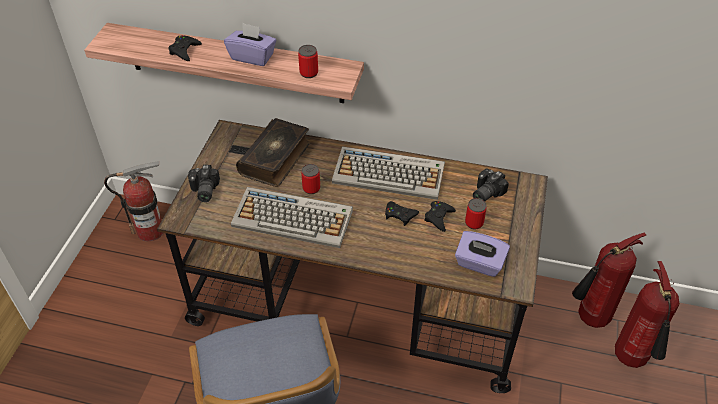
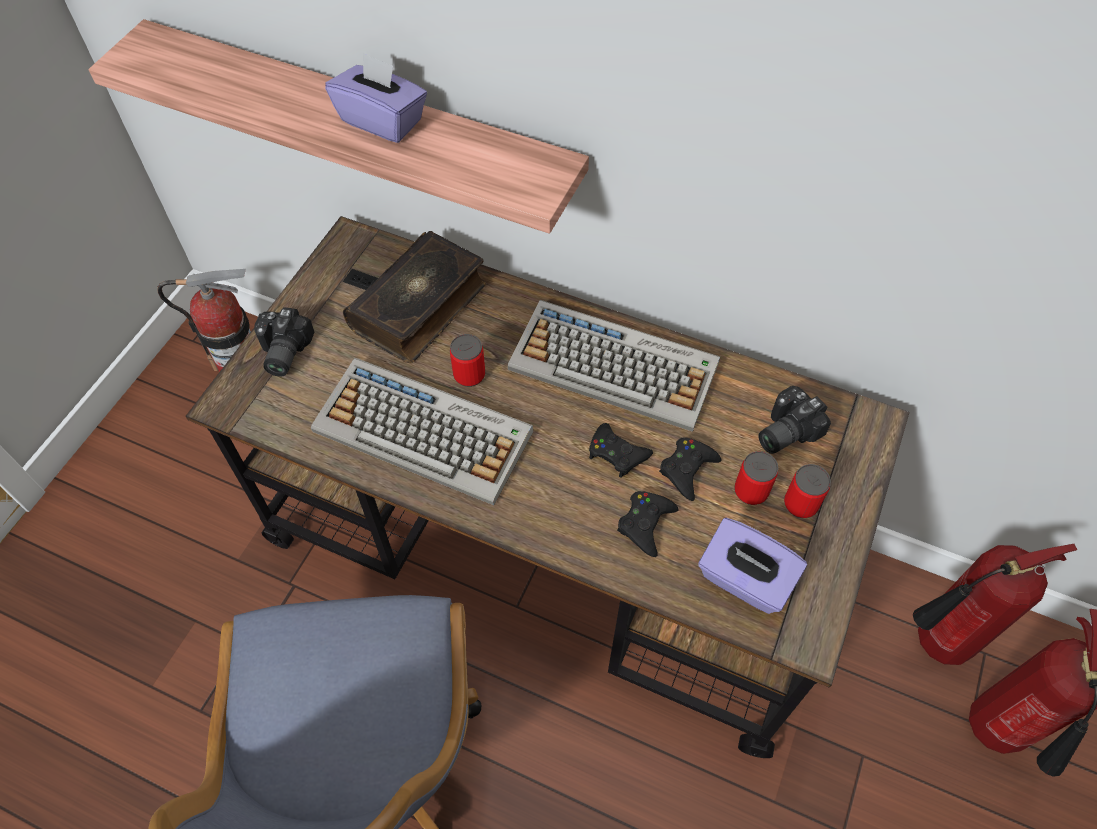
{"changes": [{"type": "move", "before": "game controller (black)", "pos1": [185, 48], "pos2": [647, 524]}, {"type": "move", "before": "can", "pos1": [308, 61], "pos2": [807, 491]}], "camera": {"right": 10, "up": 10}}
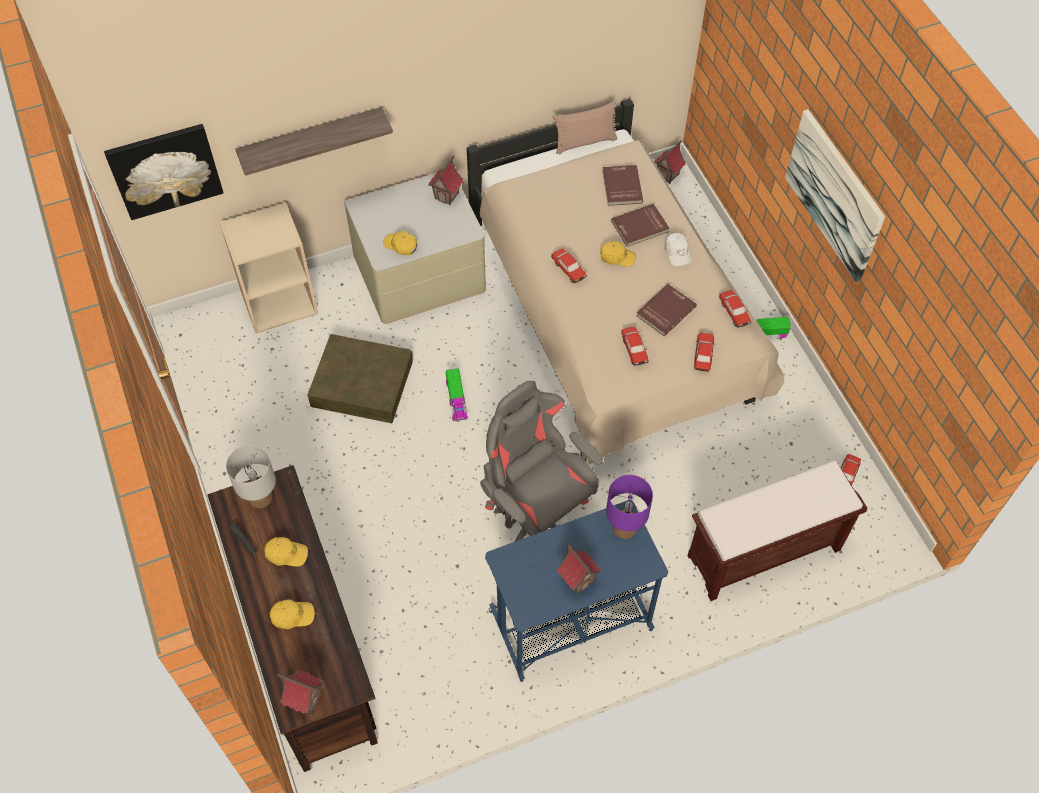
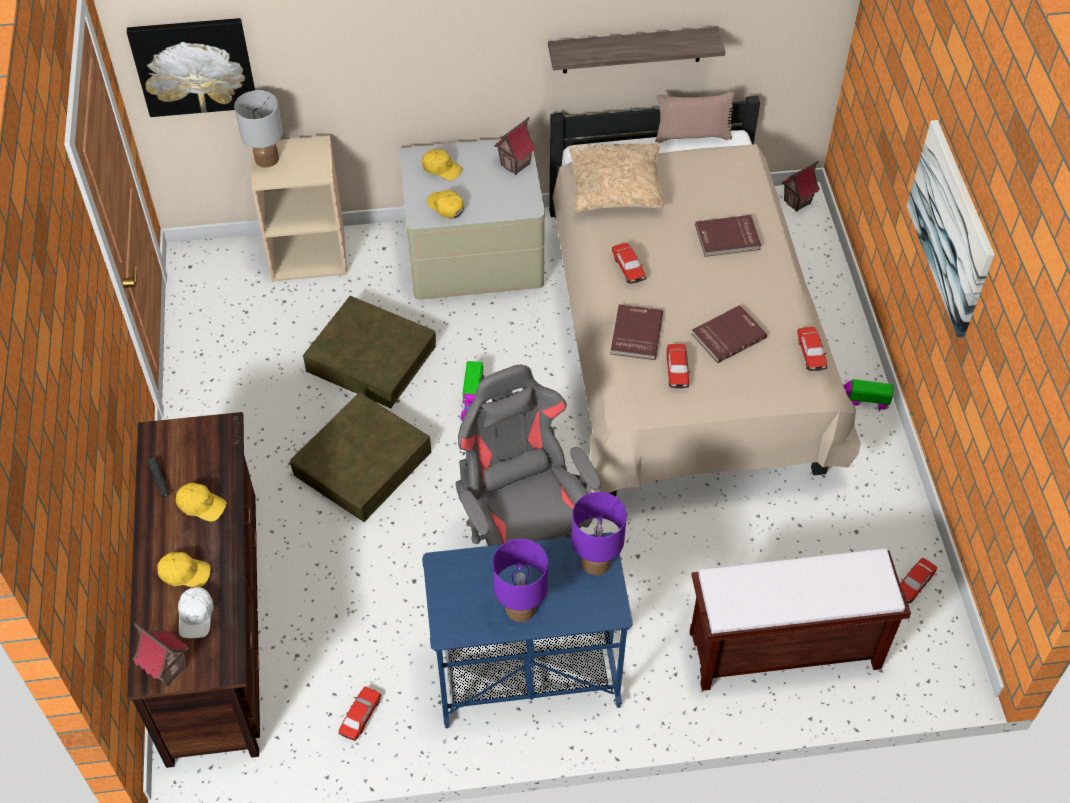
{"changes": [{"type": "insert", "after": "storage box (brown)", "pos2": [360, 457]}, {"type": "insert", "after": "pillow (beige)", "pos2": [617, 177]}, {"type": "move", "before": "table lamp (grey)", "pos1": [251, 476], "pos2": [258, 128]}, {"type": "move", "before": "shelf", "pos1": [314, 141], "pos2": [637, 50]}, {"type": "move", "before": "cap (yellow)", "pos1": [618, 254], "pos2": [442, 165]}, {"type": "move", "before": "book (red)", "pos1": [622, 185], "pos2": [636, 332]}, {"type": "move", "before": "cap (white)", "pos1": [678, 249], "pos2": [196, 612]}, {"type": "move", "before": "toy car", "pos1": [704, 352], "pos2": [359, 713]}, {"type": "replace", "before": "toy house", "after": "table lamp (purple)", "pos1": [578, 568], "pos2": [520, 580]}], "camera": {"right": 15, "up": -5}}
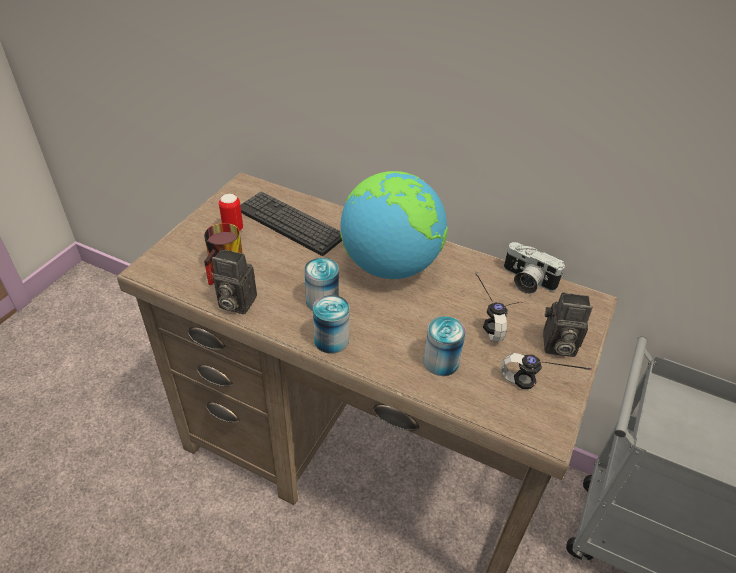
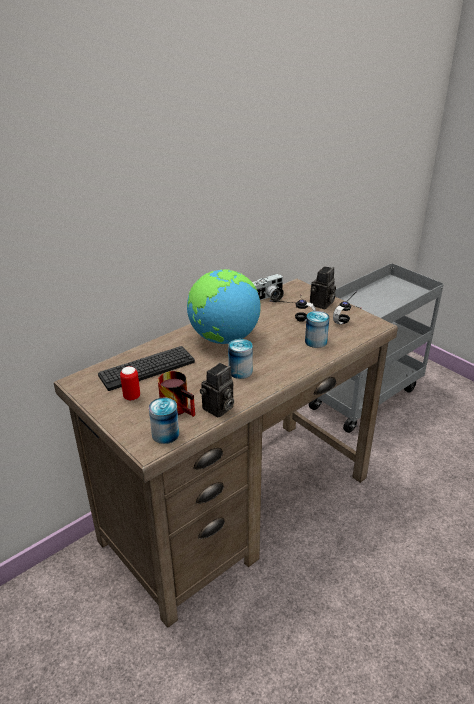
{"changes": [{"type": "move", "before": "can", "pos1": [331, 324], "pos2": [164, 421]}], "camera": {"right": -65, "up": -10}}
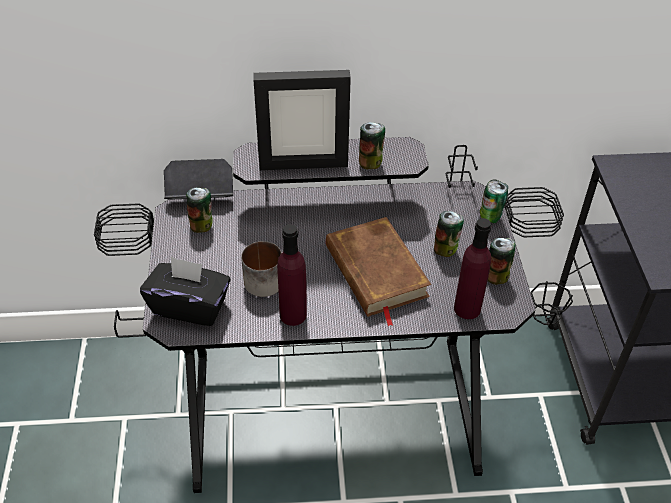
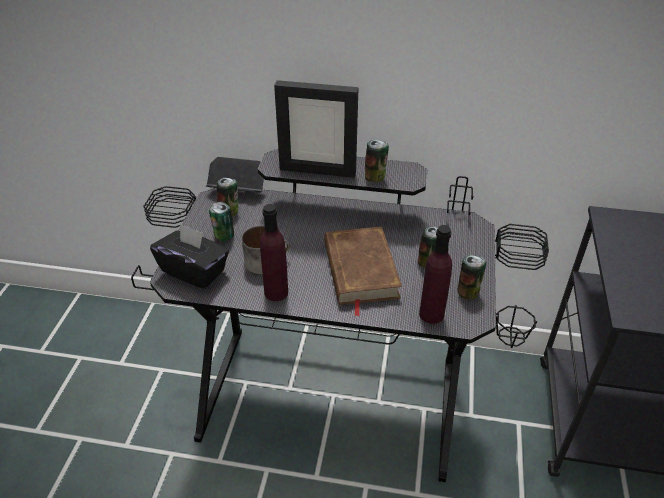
{"changes": [{"type": "move", "before": "can", "pos1": [494, 201], "pos2": [221, 221]}], "camera": {"right": 15, "up": -5}}
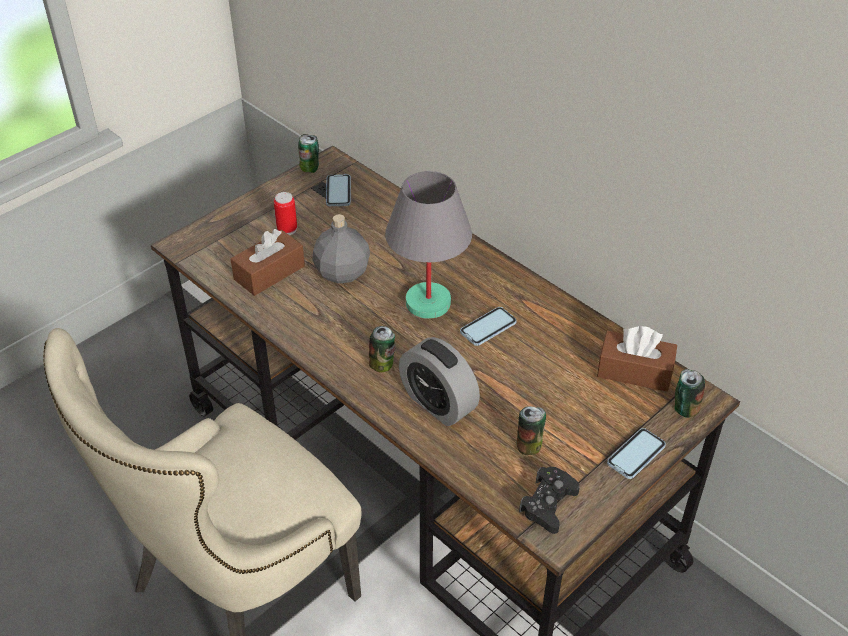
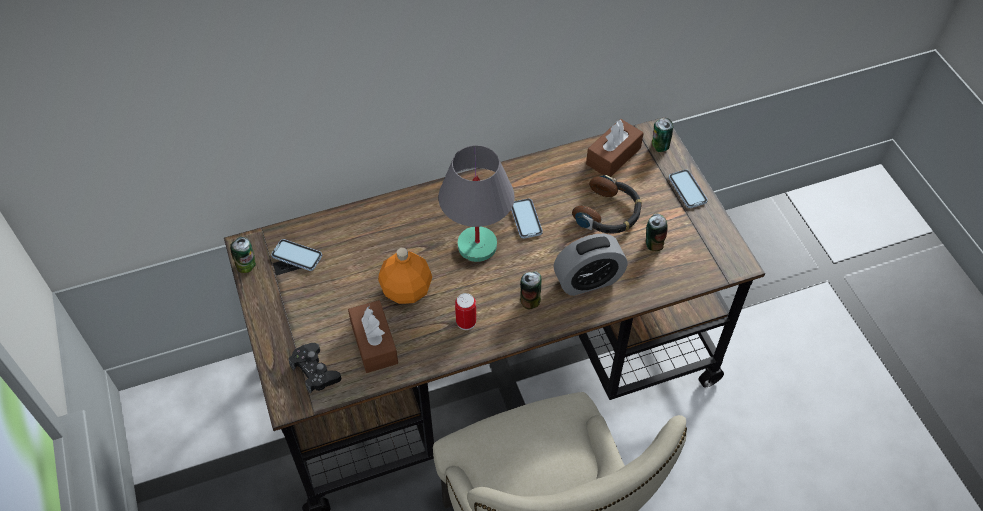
{"changes": [{"type": "insert", "after": "headphones", "pos2": [607, 204]}, {"type": "move", "before": "can", "pos1": [285, 213], "pos2": [465, 311]}, {"type": "move", "before": "game controller (black)", "pos1": [549, 500], "pos2": [314, 368]}, {"type": "recolor", "before": "bottle (grey)", "after": "bottle (orange)", "pos1": [341, 249], "pos2": [405, 276]}], "camera": {"right": -65, "up": 10}}
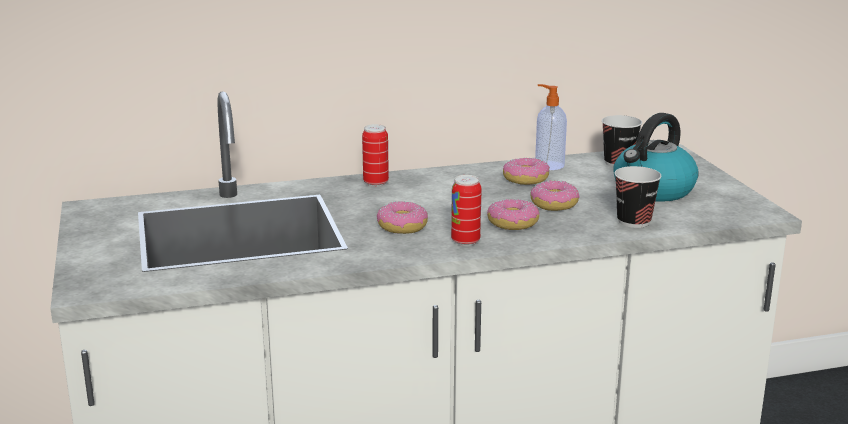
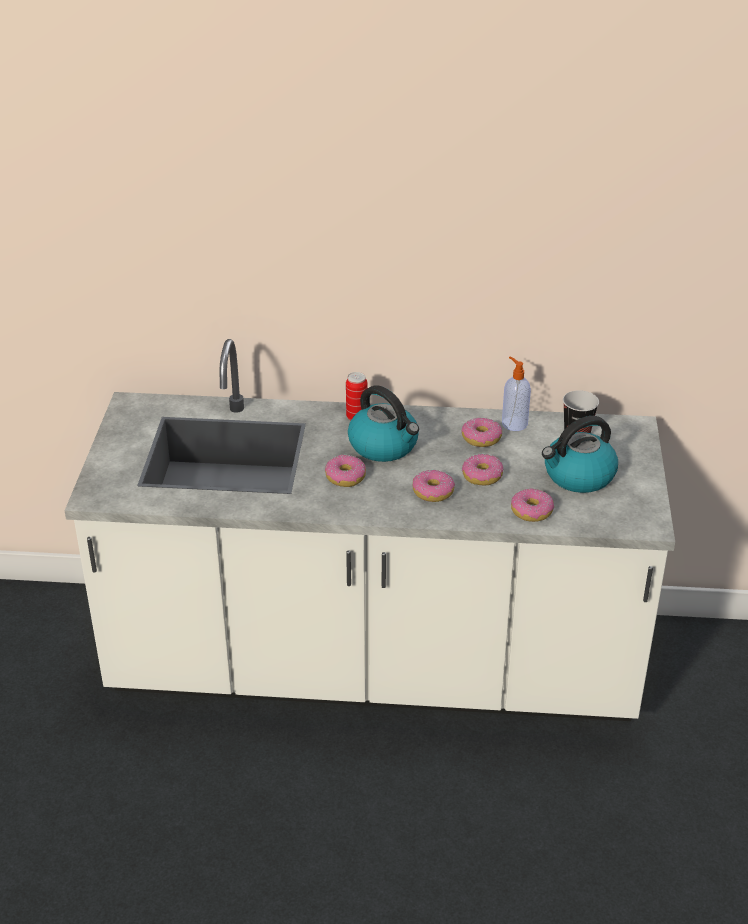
{"changes": [{"type": "delete", "before": "can", "pos1": [466, 210]}, {"type": "insert", "after": "kettle", "pos2": [383, 423]}, {"type": "replace", "before": "cup", "after": "donut", "pos1": [637, 197], "pos2": [532, 505]}], "camera": {"right": 20, "up": 15}}
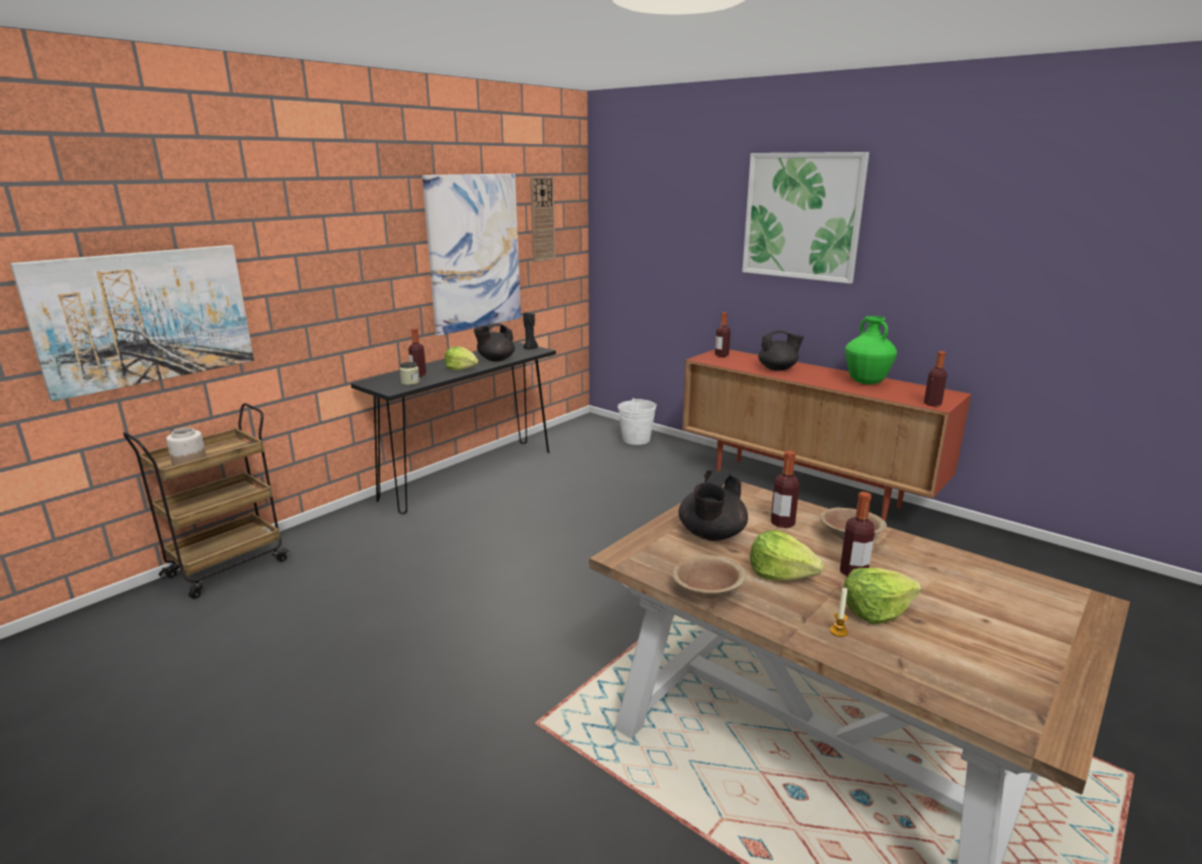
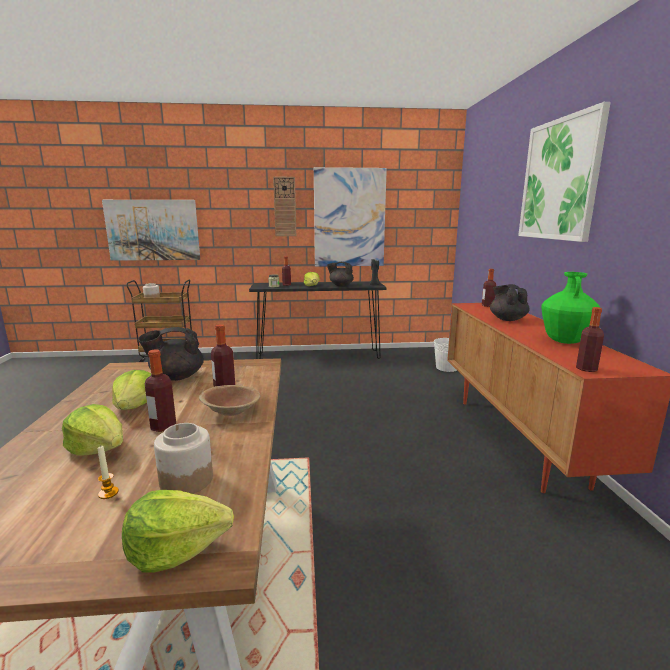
{"changes": [{"type": "delete", "before": "bowl (brown)", "pos1": [709, 577]}, {"type": "insert", "after": "lettuce", "pos2": [178, 531]}, {"type": "insert", "after": "jar", "pos2": [183, 458]}, {"type": "move", "before": "wall clock", "pos1": [542, 219], "pos2": [284, 206]}, {"type": "move", "before": "candle", "pos1": [839, 612], "pos2": [108, 472]}, {"type": "rotate", "before": "teapot (black)", "pos1": [781, 350], "pos2": [510, 302], "turn": -150}], "camera": {"right": 45, "up": -5}}
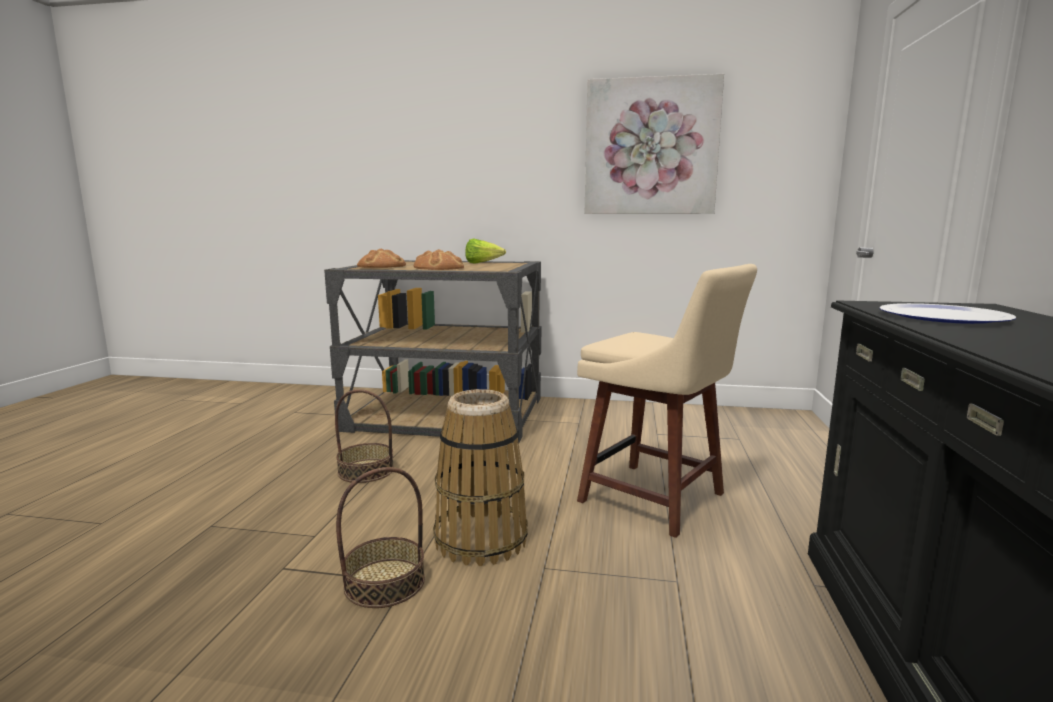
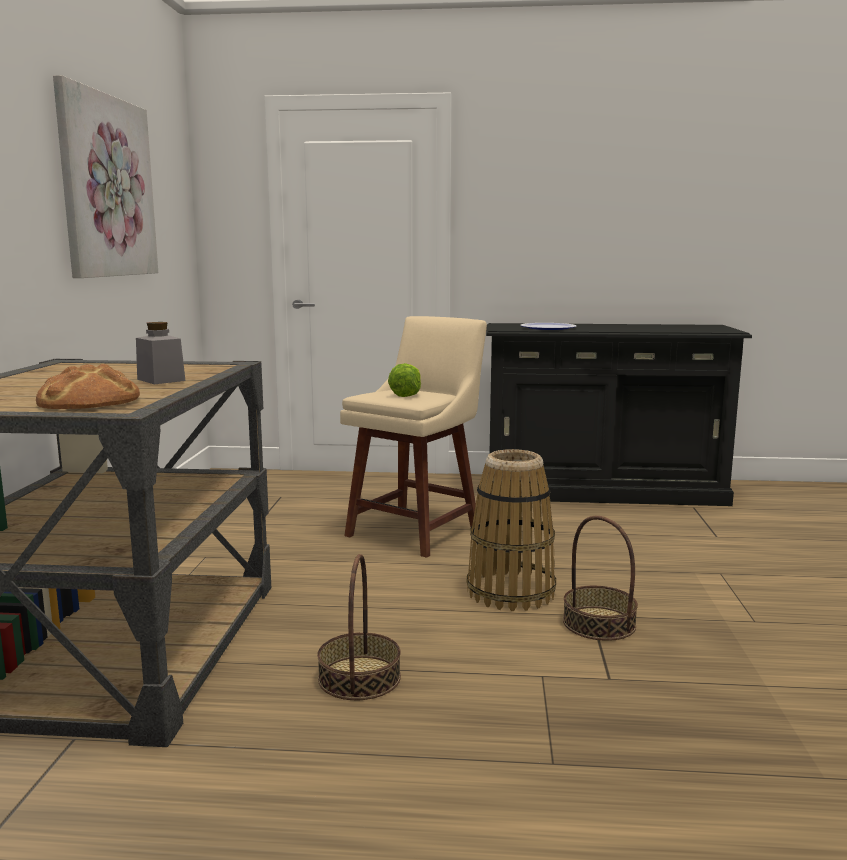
{"changes": [{"type": "move", "before": "lettuce", "pos1": [485, 251], "pos2": [404, 380]}, {"type": "replace", "before": "bread", "after": "jar (grey)", "pos1": [439, 259], "pos2": [161, 353]}], "camera": {"right": -95, "up": 0}}
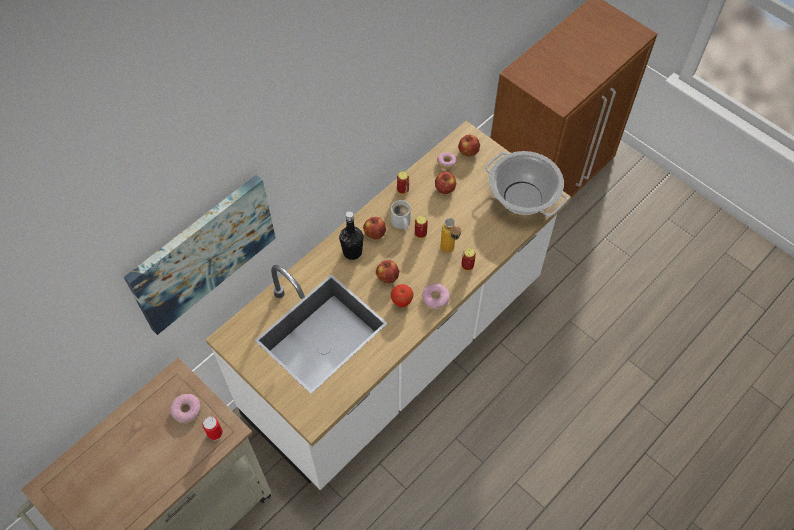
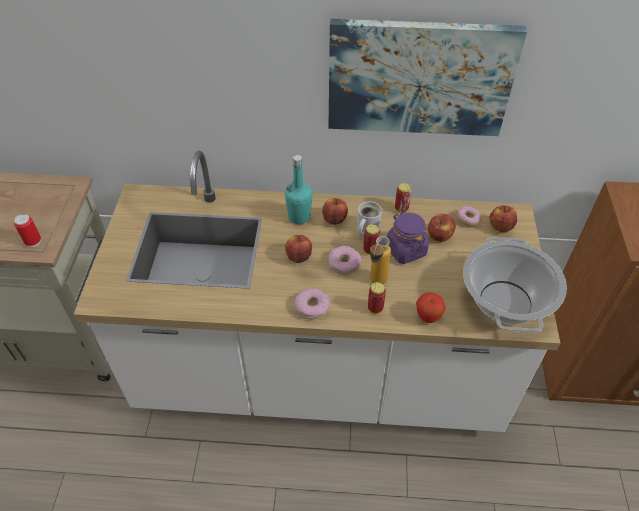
{"changes": [{"type": "insert", "after": "jar (purple)", "pos2": [407, 237]}, {"type": "move", "before": "picture", "pos1": [200, 254], "pos2": [427, 77]}, {"type": "move", "before": "donut", "pos1": [185, 408], "pos2": [344, 260]}, {"type": "move", "before": "apple", "pos1": [402, 295], "pos2": [431, 307]}, {"type": "recolor", "before": "bottle (black)", "after": "bottle (turquoise)", "pos1": [351, 235], "pos2": [299, 189]}], "camera": {"right": 50, "up": -10}}
